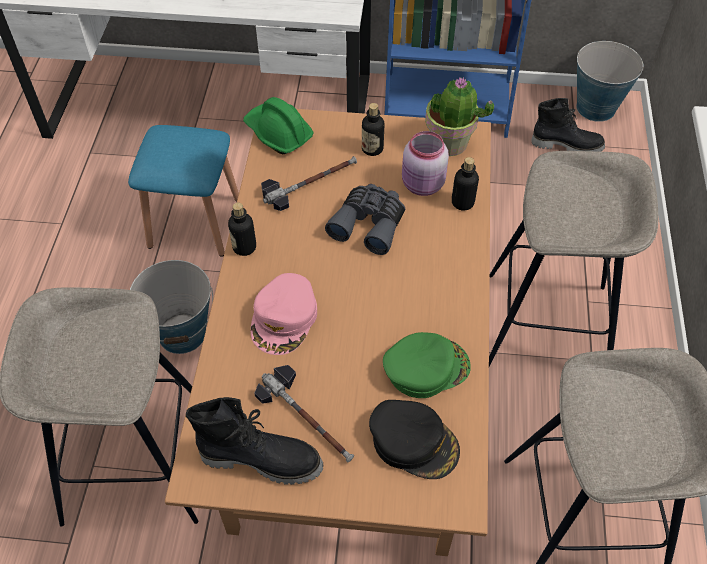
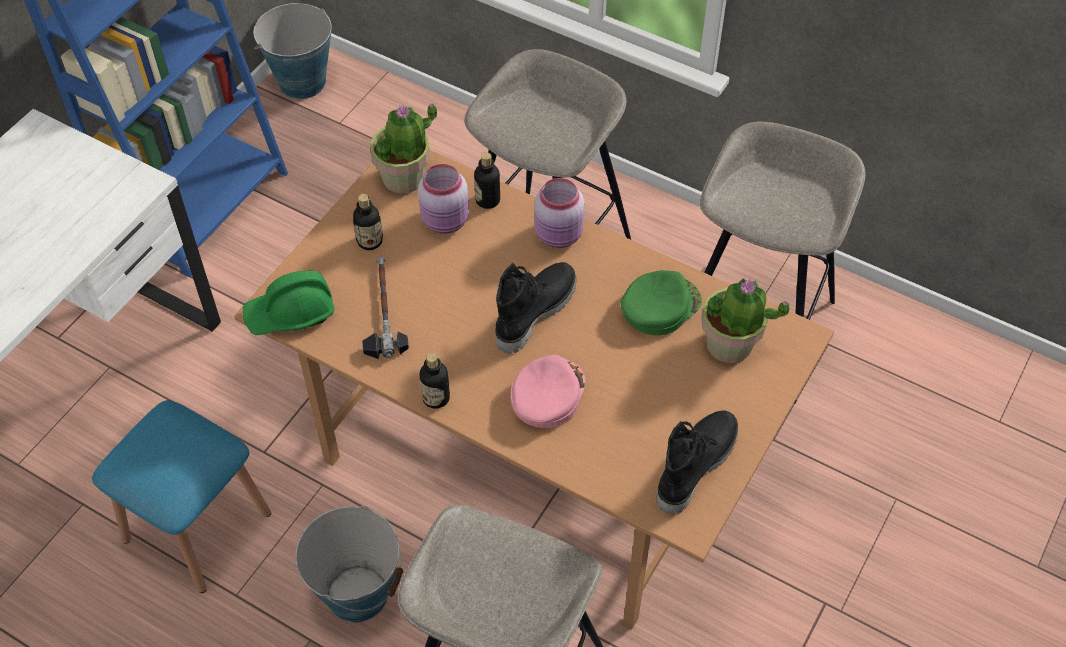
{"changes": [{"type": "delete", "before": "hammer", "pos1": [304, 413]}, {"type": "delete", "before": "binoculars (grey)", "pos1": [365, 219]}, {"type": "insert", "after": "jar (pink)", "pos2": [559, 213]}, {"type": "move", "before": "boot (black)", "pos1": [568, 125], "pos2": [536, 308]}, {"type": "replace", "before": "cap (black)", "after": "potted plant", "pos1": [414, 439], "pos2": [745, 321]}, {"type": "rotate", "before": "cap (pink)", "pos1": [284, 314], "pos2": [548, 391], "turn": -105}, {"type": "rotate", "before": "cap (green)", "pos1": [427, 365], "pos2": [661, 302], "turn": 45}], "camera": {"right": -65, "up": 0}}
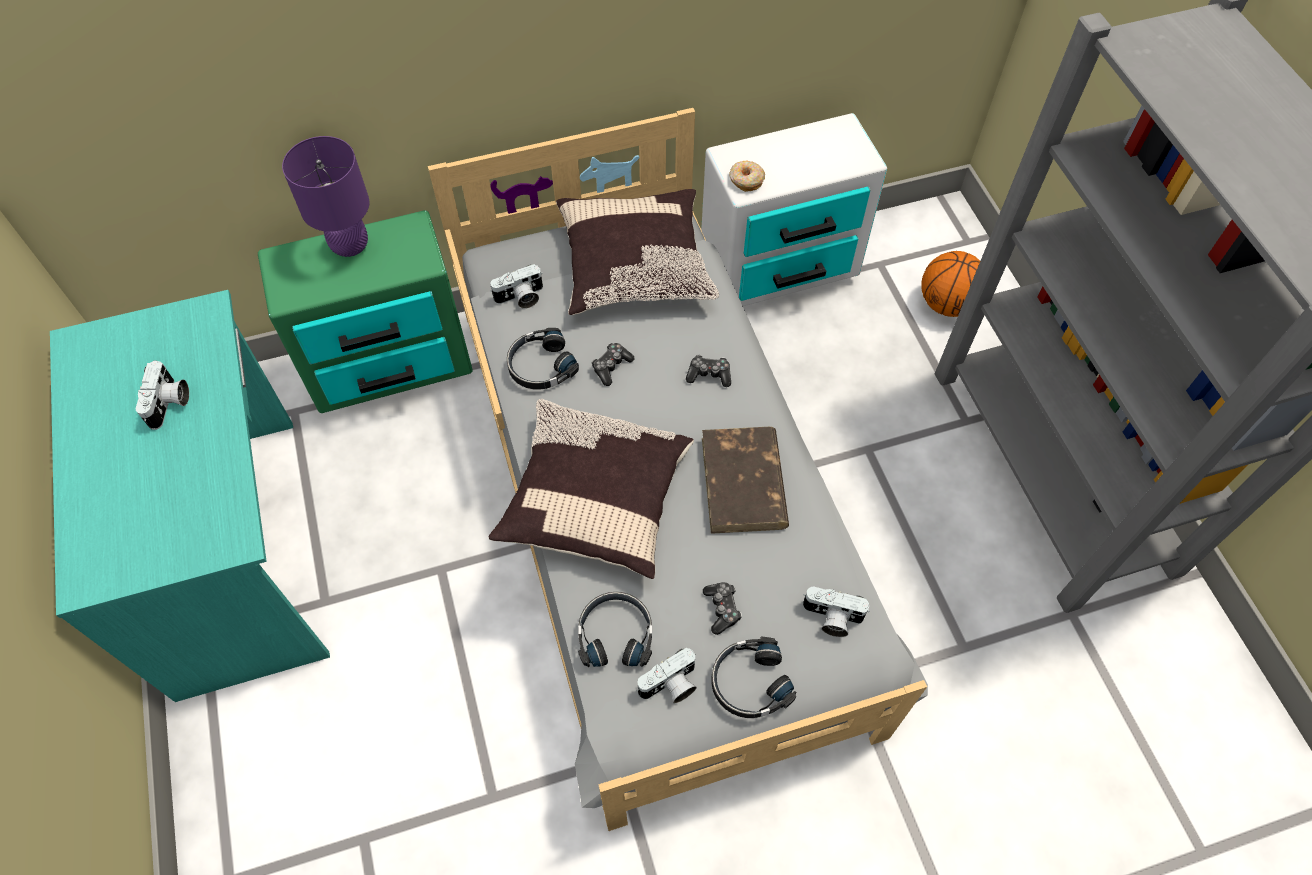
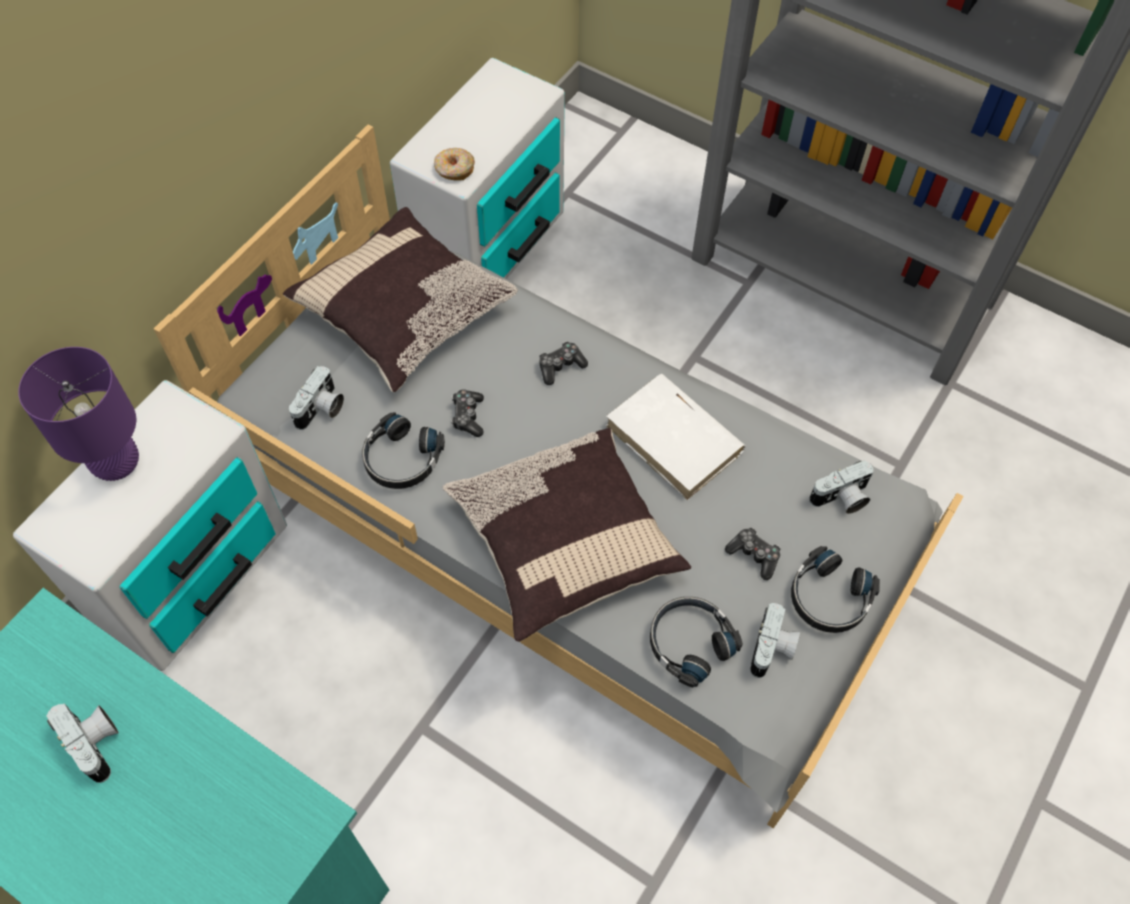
{"changes": [{"type": "delete", "before": "basketball", "pos1": [950, 284]}, {"type": "recolor", "before": "nightstand (green)", "after": "nightstand (white)", "pos1": [365, 311], "pos2": [150, 525]}, {"type": "recolor", "before": "book (brown)", "after": "book (white)", "pos1": [745, 480], "pos2": [675, 437]}], "camera": {"right": -40, "up": 0}}
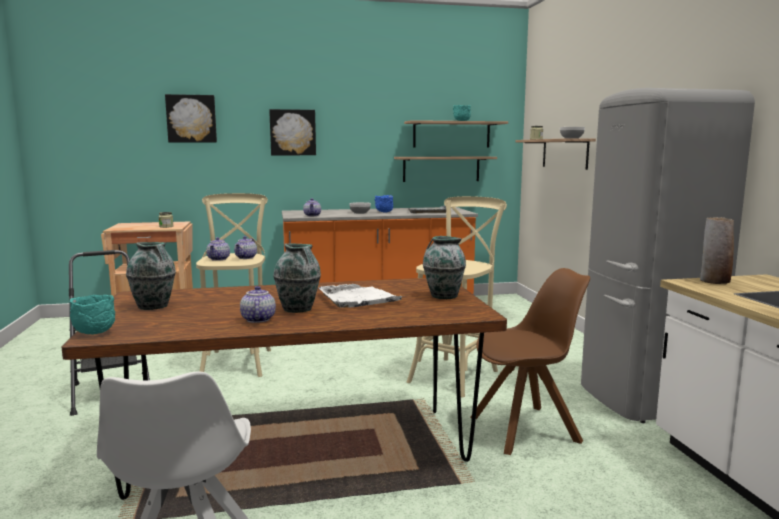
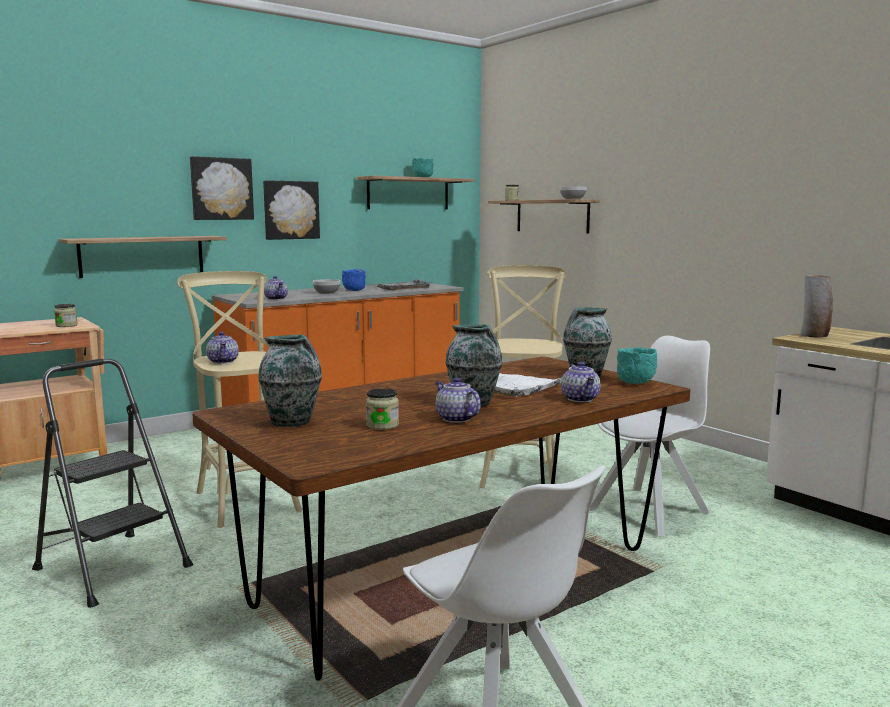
{"changes": [{"type": "delete", "before": "fridge (grey)", "pos1": [668, 255]}, {"type": "insert", "after": "jar", "pos2": [382, 409]}, {"type": "move", "before": "bowl (turquoise)", "pos1": [92, 314], "pos2": [637, 365]}, {"type": "move", "before": "picture", "pos1": [191, 118], "pos2": [291, 210]}, {"type": "move", "before": "teapot", "pos1": [245, 247], "pos2": [581, 382]}, {"type": "move", "before": "shelf", "pos1": [445, 169], "pos2": [143, 257]}, {"type": "recolor", "before": "chair (brown)", "after": "chair (white)", "pos1": [530, 361], "pos2": [649, 436]}], "camera": {"right": -25, "up": 0}}
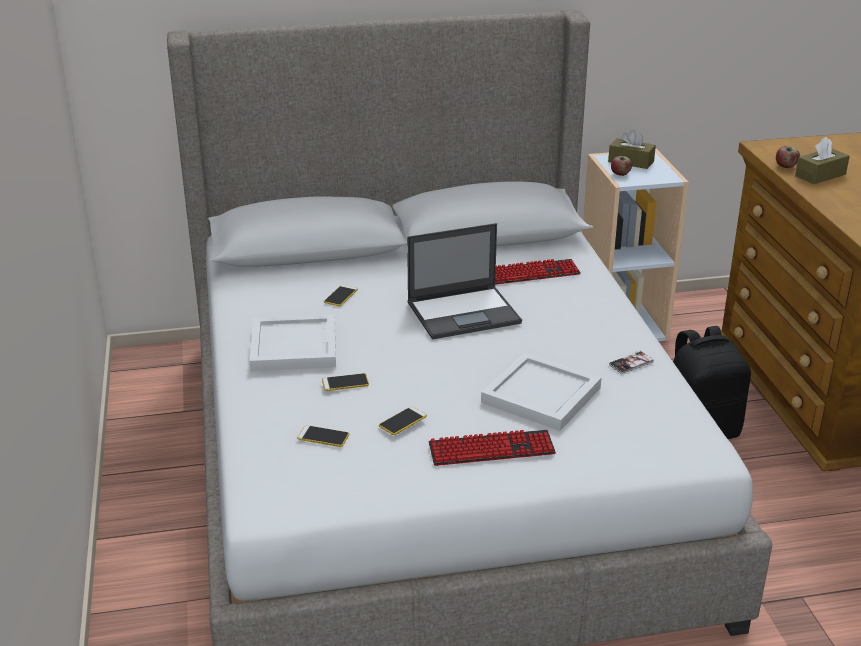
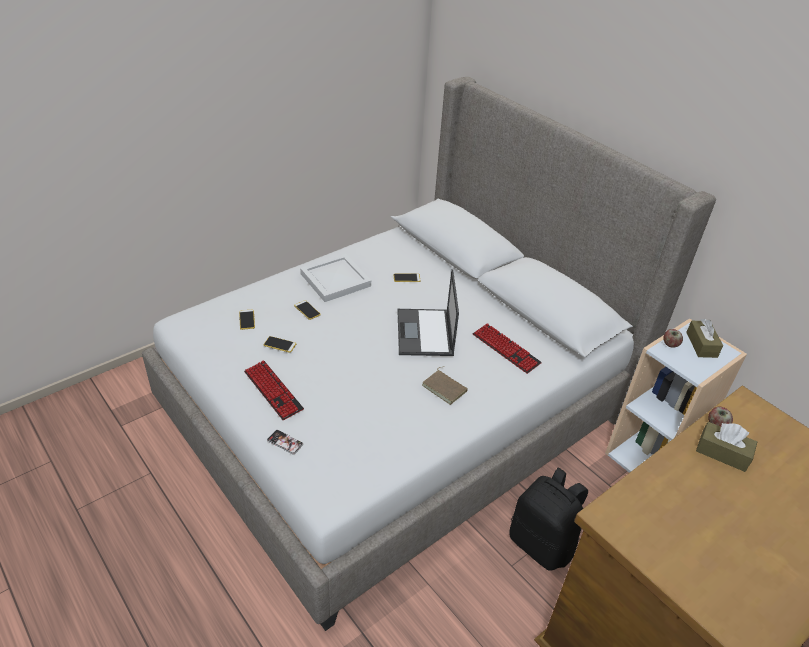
{"changes": [{"type": "delete", "before": "tray (white)", "pos1": [541, 391]}, {"type": "insert", "after": "book (brown)", "pos2": [445, 385]}, {"type": "move", "before": "phone", "pos1": [631, 362], "pos2": [285, 442]}, {"type": "rotate", "before": "laptop", "pos1": [464, 281], "pos2": [428, 312], "turn": 45}], "camera": {"right": 60, "up": 10}}
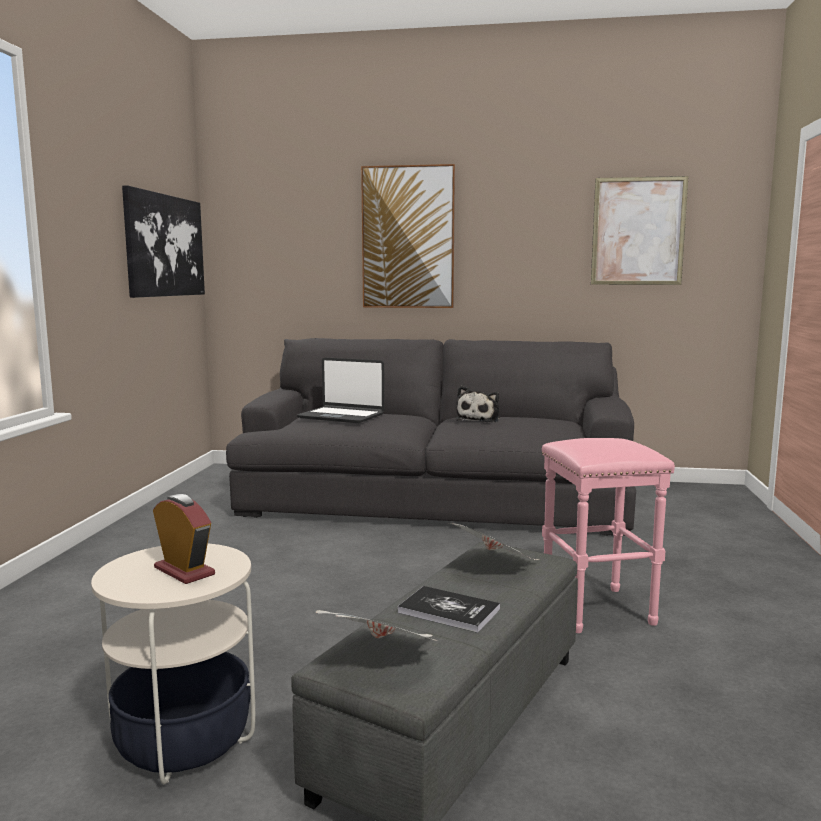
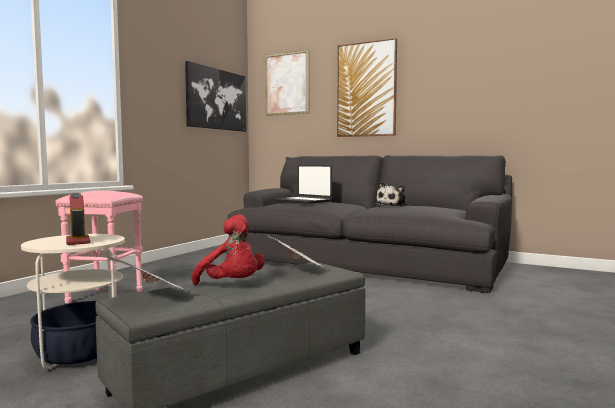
{"changes": [{"type": "move", "before": "stool (pink)", "pos1": [608, 535], "pos2": [99, 246]}, {"type": "move", "before": "picture", "pos1": [640, 230], "pos2": [287, 83]}, {"type": "replace", "before": "book", "after": "plush toy (red)", "pos1": [449, 609], "pos2": [228, 249]}], "camera": {"right": 20, "up": -5}}
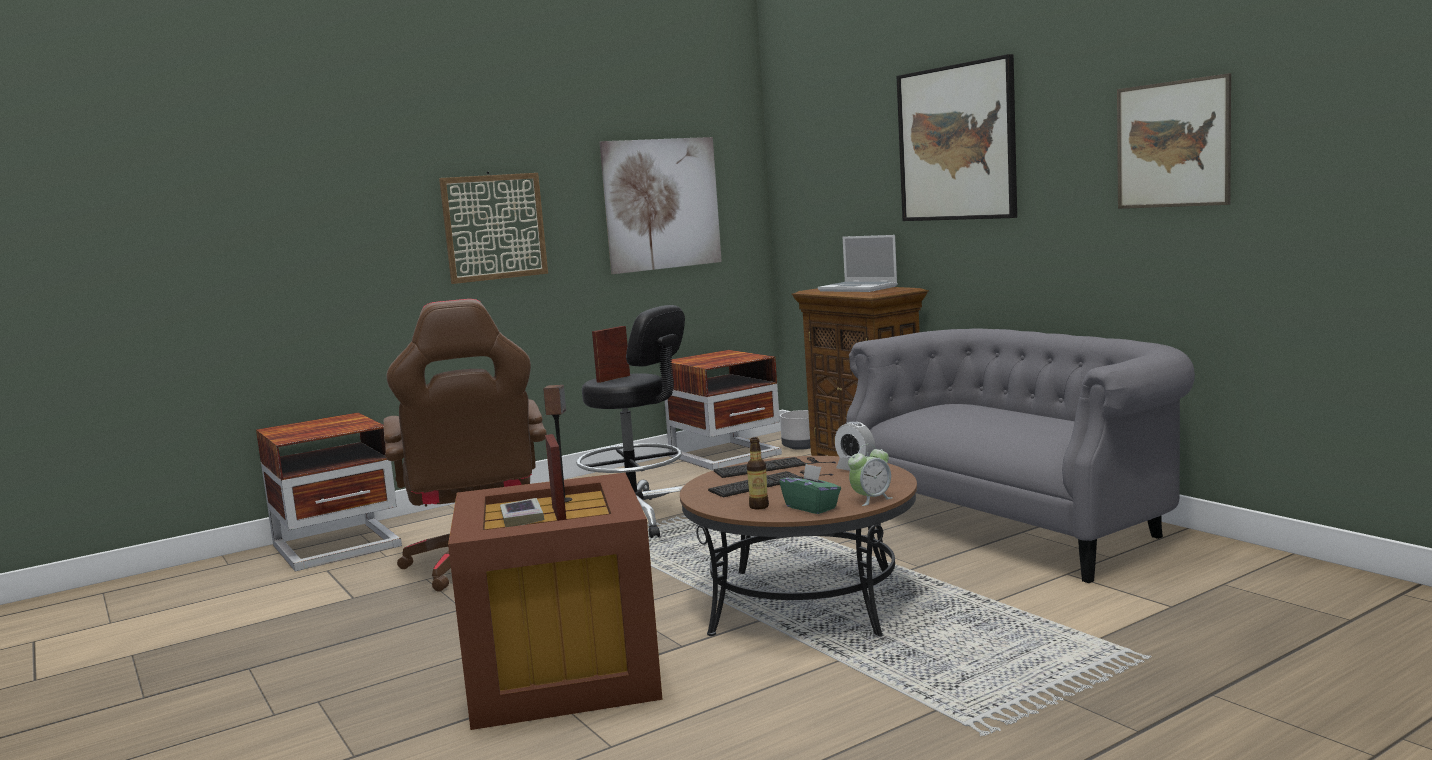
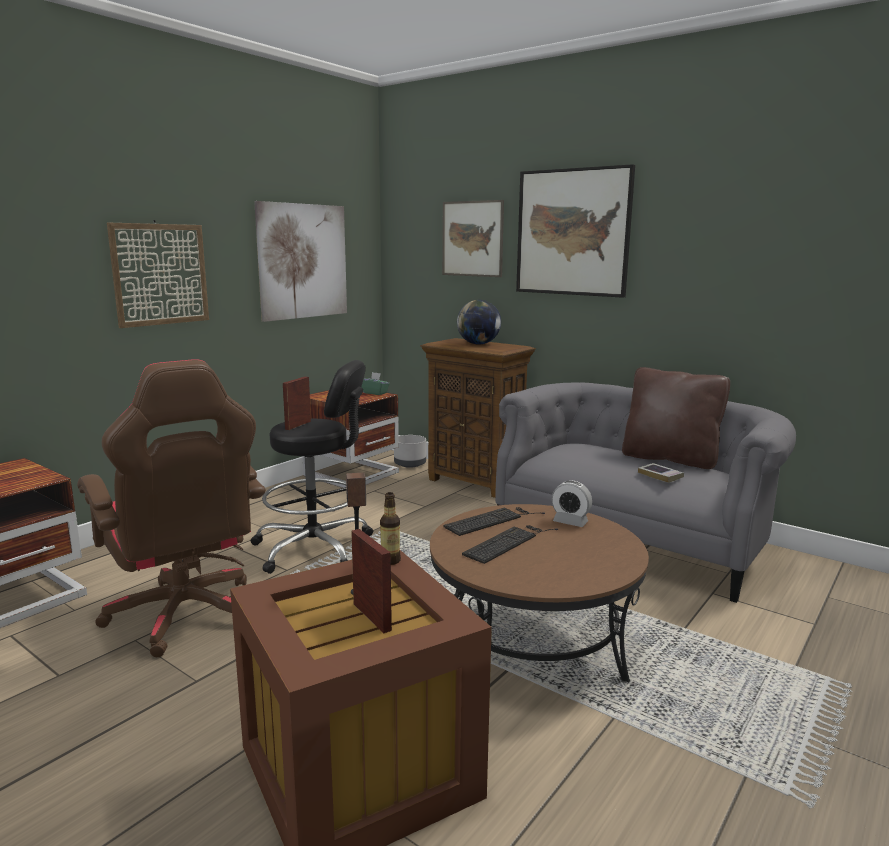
{"changes": [{"type": "delete", "before": "alarm clock", "pos1": [870, 475]}, {"type": "insert", "after": "pillow (brown)", "pos2": [676, 418]}, {"type": "move", "before": "book", "pos1": [522, 512], "pos2": [661, 473]}, {"type": "move", "before": "bottle", "pos1": [758, 473], "pos2": [390, 528]}, {"type": "move", "before": "tissue box (green)", "pos1": [810, 489], "pos2": [376, 383]}, {"type": "move", "before": "picture", "pos1": [1174, 141], "pos2": [473, 238]}, {"type": "replace", "before": "laptop", "after": "globe", "pos1": [858, 263], "pos2": [479, 322]}], "camera": {"right": -20, "up": 5}}
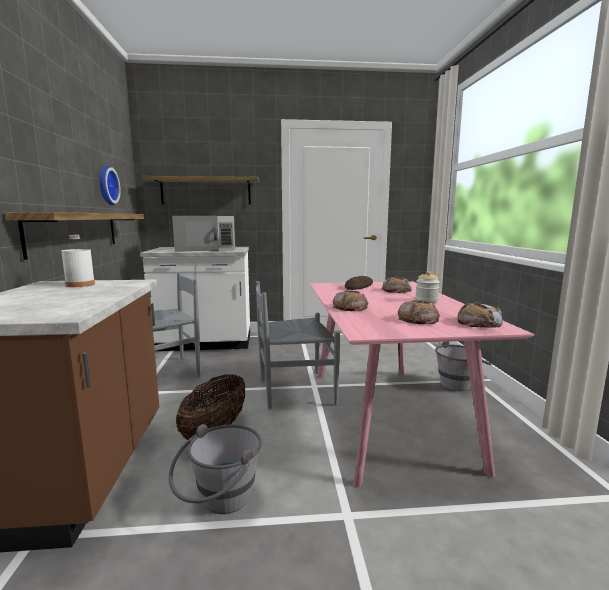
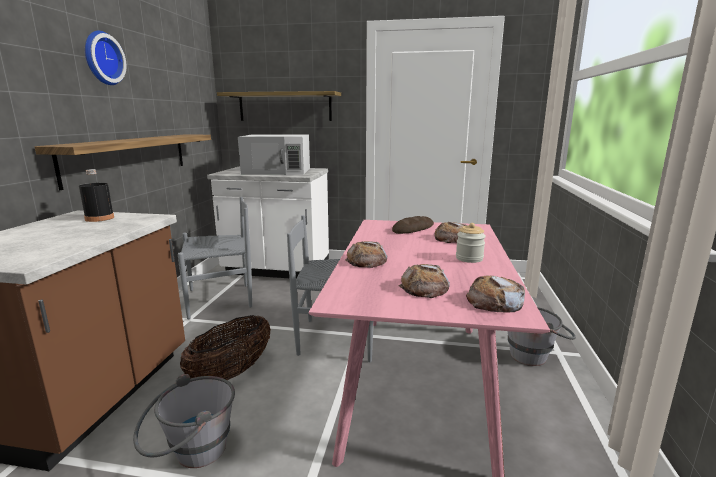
{"changes": [{"type": "move", "before": "wall clock", "pos1": [110, 185], "pos2": [105, 58]}, {"type": "recolor", "before": "bottle (white)", "after": "bottle (black)", "pos1": [78, 261], "pos2": [96, 195]}], "camera": {"right": 15, "up": 5}}
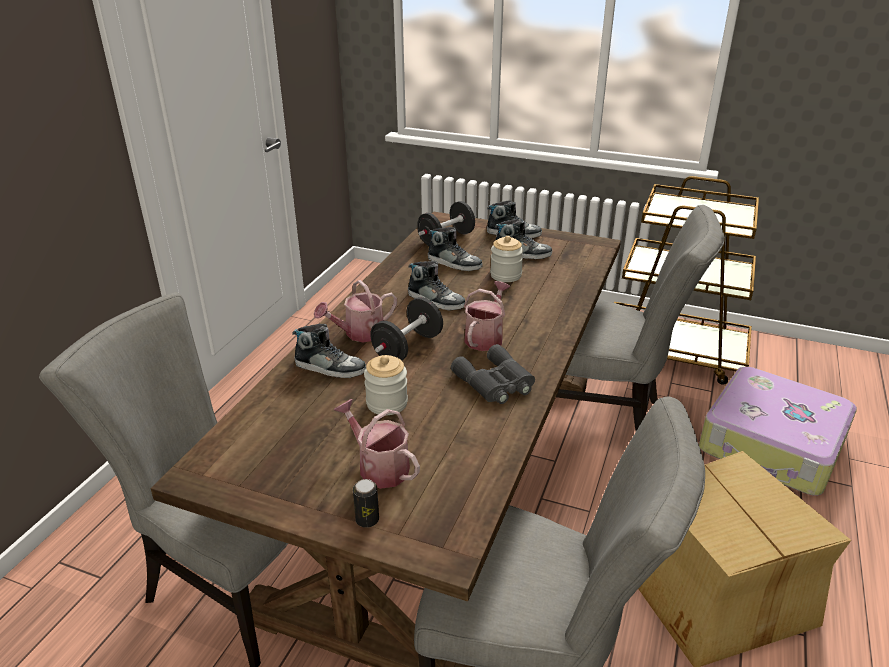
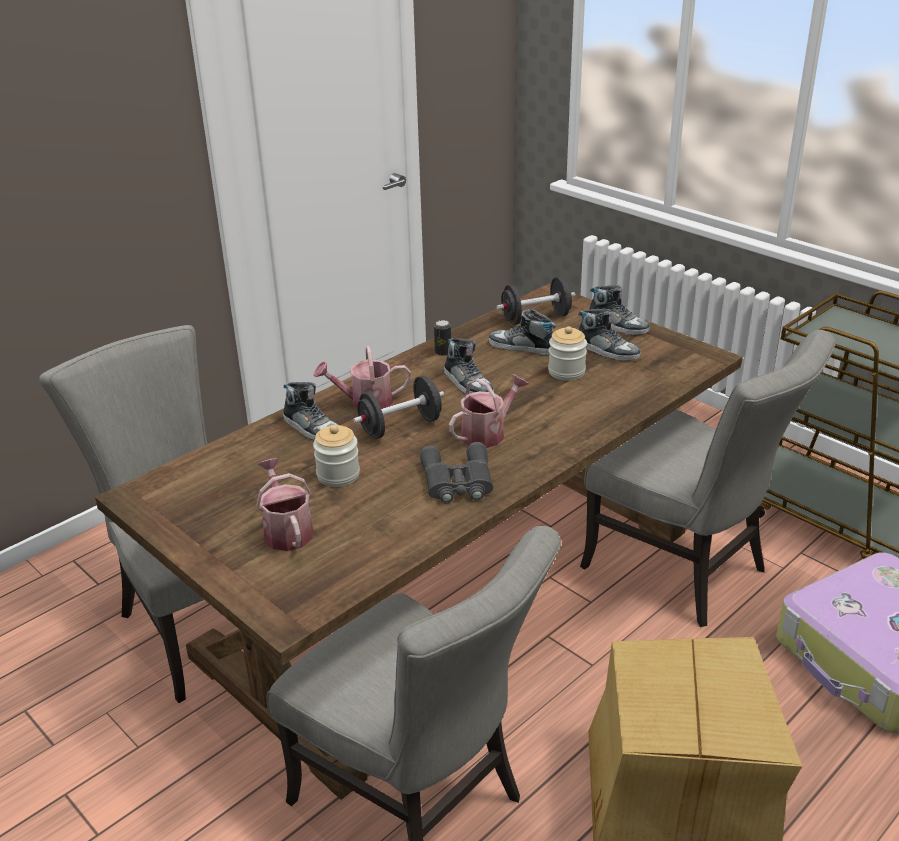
{"changes": [{"type": "move", "before": "can", "pos1": [366, 503], "pos2": [442, 338]}, {"type": "rotate", "before": "shoe", "pos1": [455, 249], "pos2": [522, 332], "turn": 150}], "camera": {"right": 25, "up": 0}}
